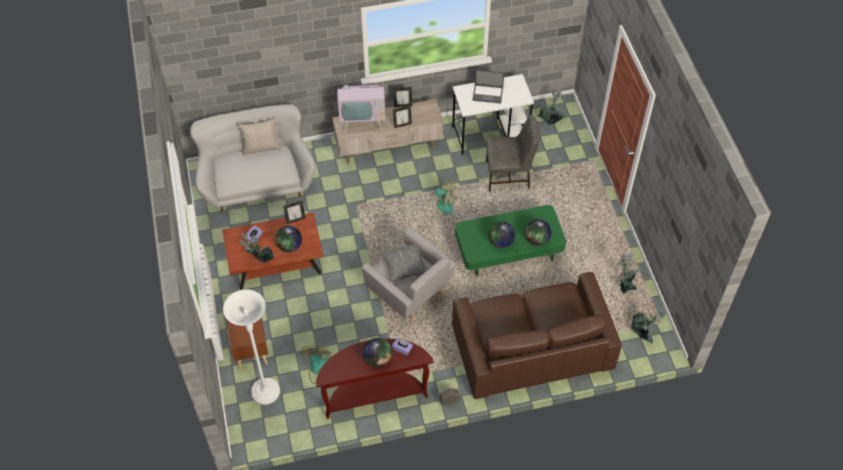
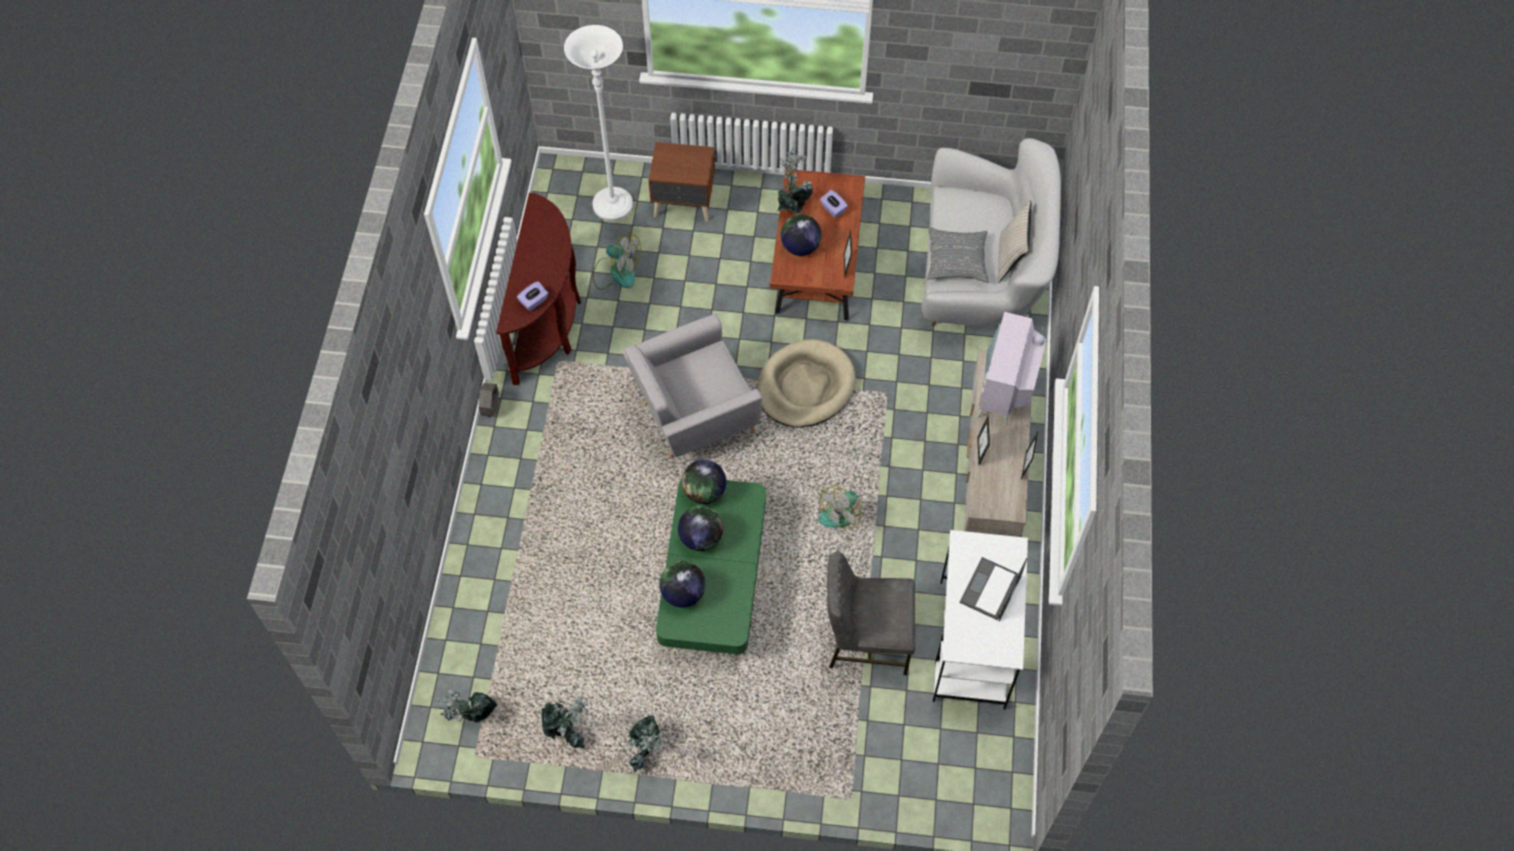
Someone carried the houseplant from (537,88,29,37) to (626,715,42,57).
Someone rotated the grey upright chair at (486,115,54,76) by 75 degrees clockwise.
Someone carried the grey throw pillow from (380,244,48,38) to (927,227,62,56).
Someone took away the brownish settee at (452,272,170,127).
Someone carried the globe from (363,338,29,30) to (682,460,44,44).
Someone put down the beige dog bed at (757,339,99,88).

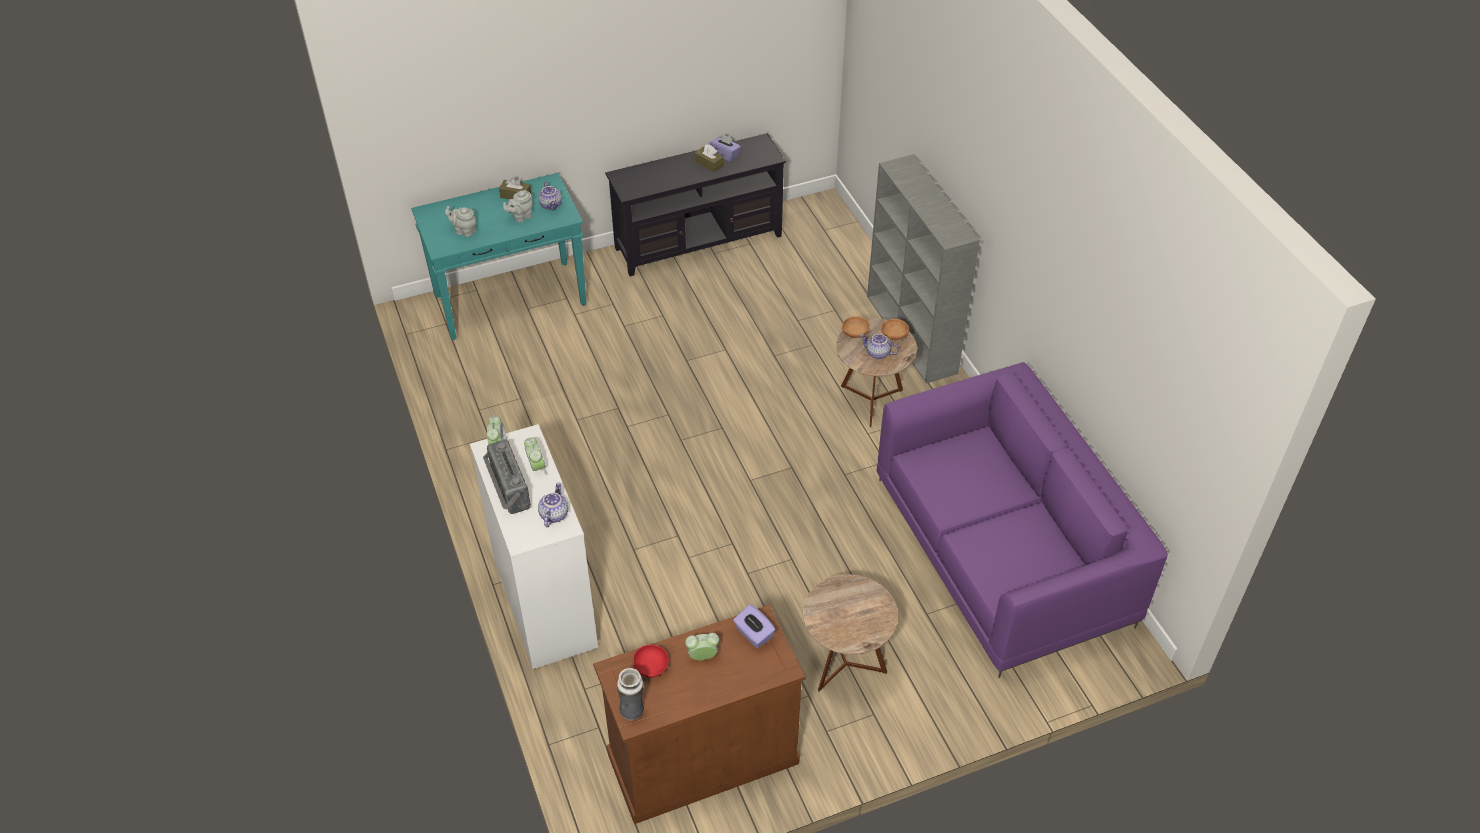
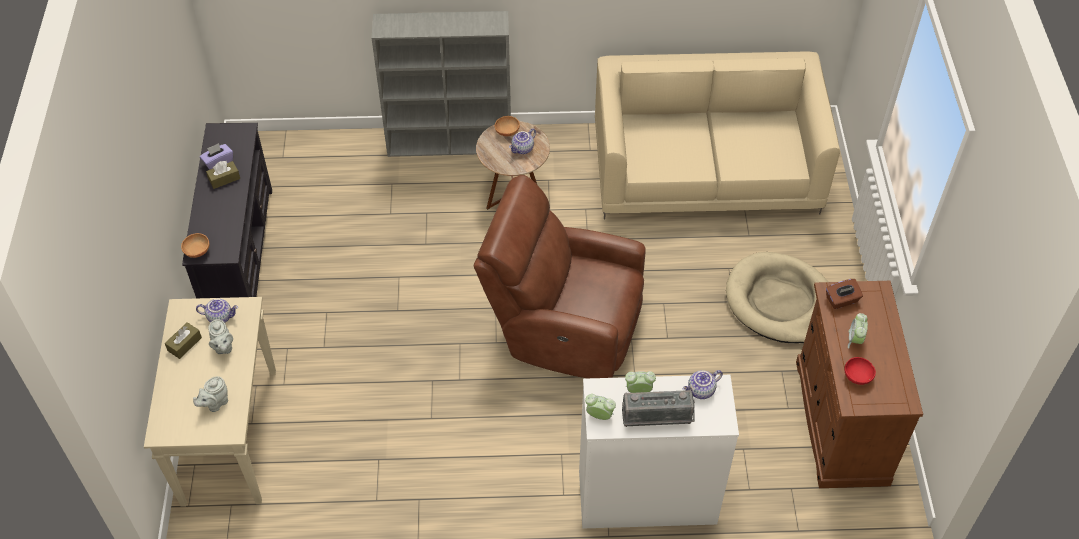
Someone repainted the blue-green hall table at (411,173,175,167), which became the beige hall table at (144,297,132,210).
Someone carried the brownish bowl from (842,316,28,22) to (181,233,28,25).
Someone repainted the purplish settee at (877,362,291,316), which became the beige settee at (595,51,245,169).
Someone rotated the pot for tea at (538,482,30,45) by 60 degrees counterclockwise.
Someone swapped the brownish accent table at (803,574,95,118) for the beige dog bed at (726,252,102,91).
Someone repainted the purplish tissue box at (733,605,43,43), which became the brownish tissue box at (826,279,37,30).
Someone took away the vase at (617,668,27,52).
Someone put down the brownish lounge chair at (474,175,172,203).

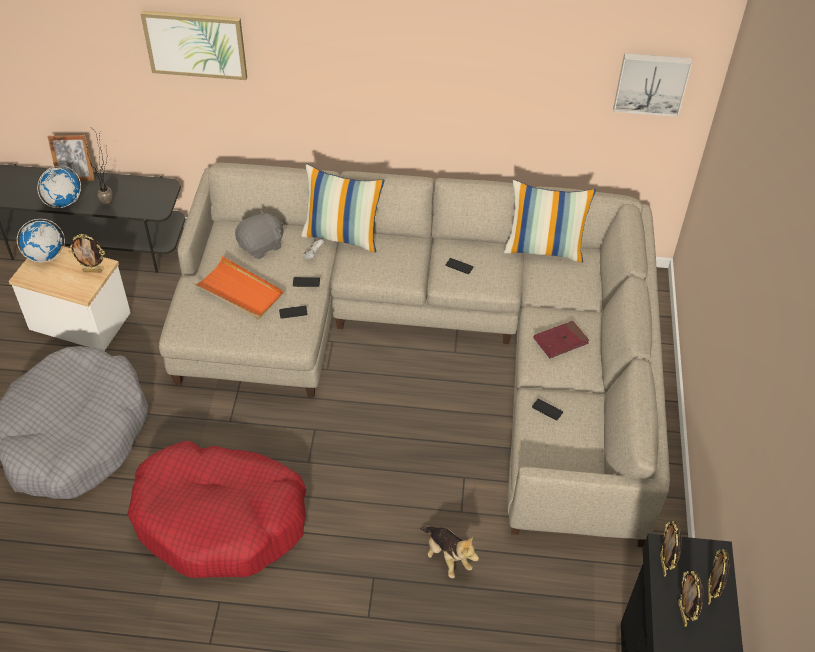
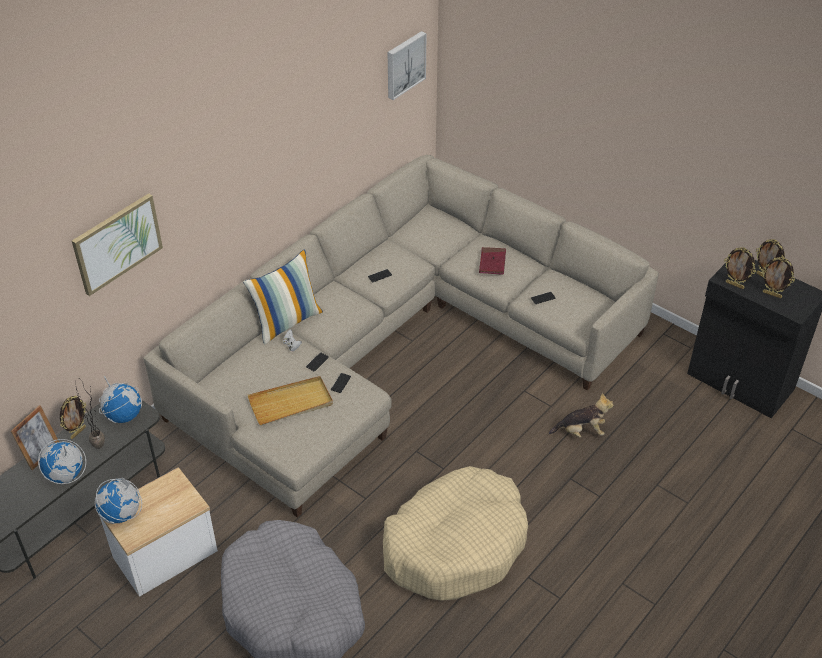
Someone took away the throw pillow at (504,180,92,83).
Someone took away the grey plush toy at (235,209,49,50).
Someone carried the picture frame from (69,234,36,38) to (60,396,26,43).
Someone repainted the orange-coloured serving tray at (193,256,91,63), which became the beige serving tray at (248,376,85,50).
Someone repainted the red-coloured dog bed at (127,441,179,137), which became the beige dog bed at (383,466,145,135).
Someone put down the globe at (99,376,43,47).

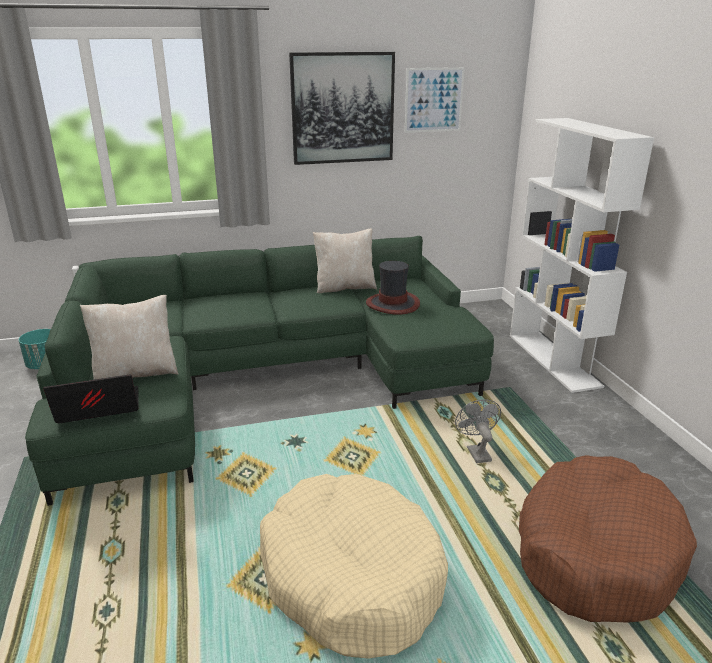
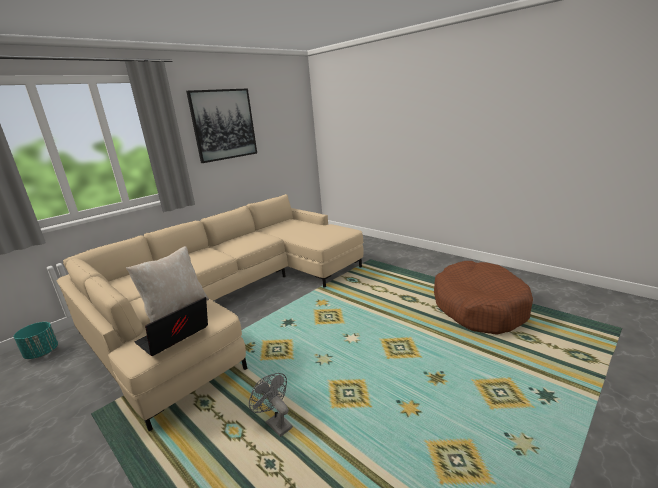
Someone took away the picture at (405,67,60,66).
Someone took away the white-coloured bookcase at (510,118,144,275).
Someone took away the beige throw pillow at (313,229,64,64).
Someone repainted the green settee at (25,236,469,270), which became the beige settee at (57,194,307,237).
Someone took away the clothing hat at (366,261,54,54).
Someone carried the grey fan from (455,399,46,64) to (249,373,44,64).
Someone took away the beige dog bed at (260,474,188,185).

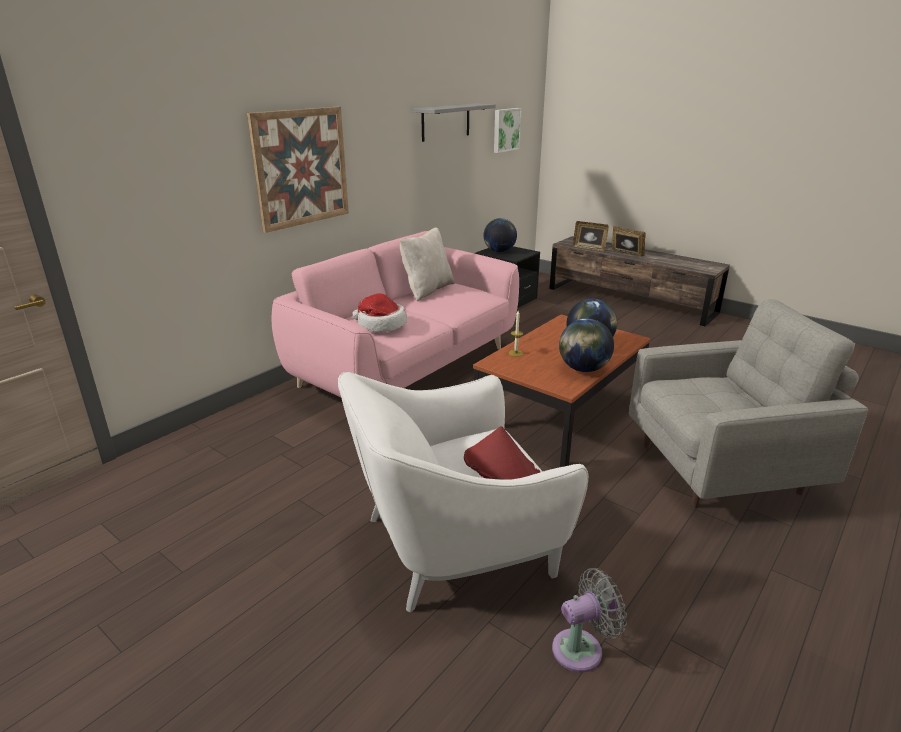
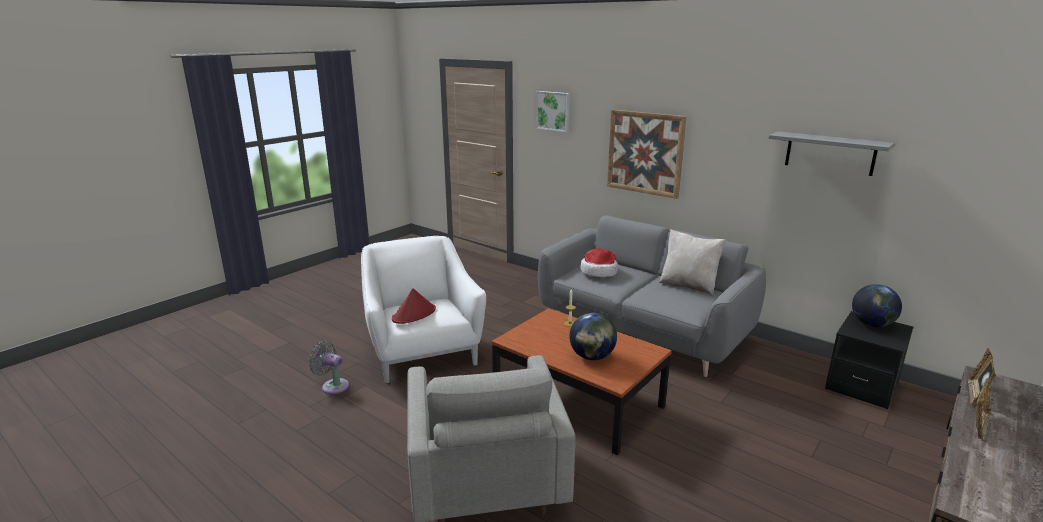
Someone carried the picture from (494,108,28,45) to (537,91,33,41).
Someone repainted the pinkish settee at (272,231,247,166), which became the grey settee at (538,215,228,162).
Someone took away the globe at (559,319,55,53).
Someone rotated the grey fan at (552,568,75,104) by 135 degrees clockwise.

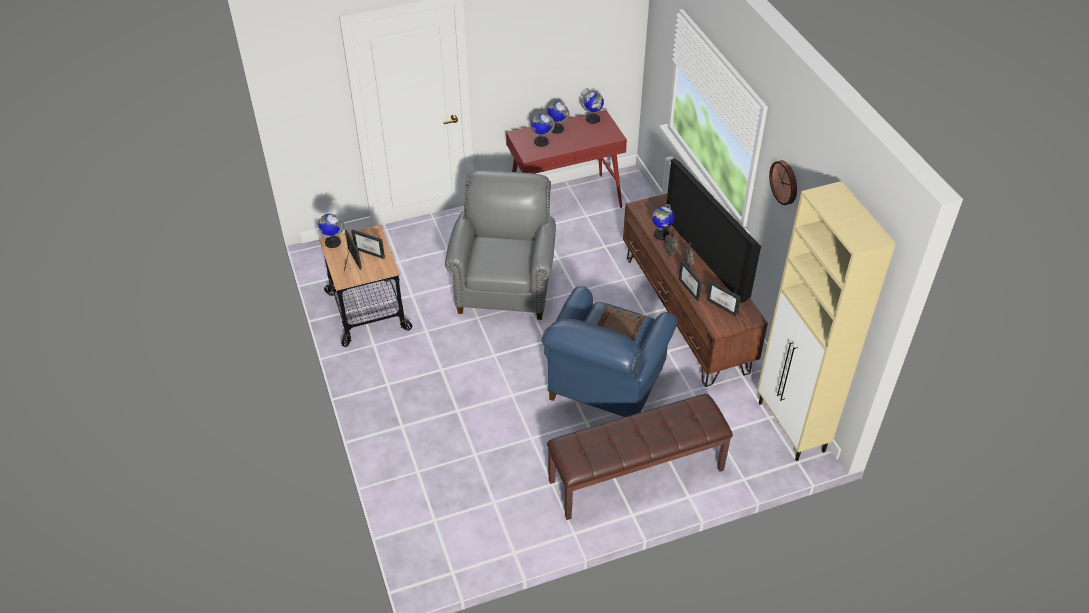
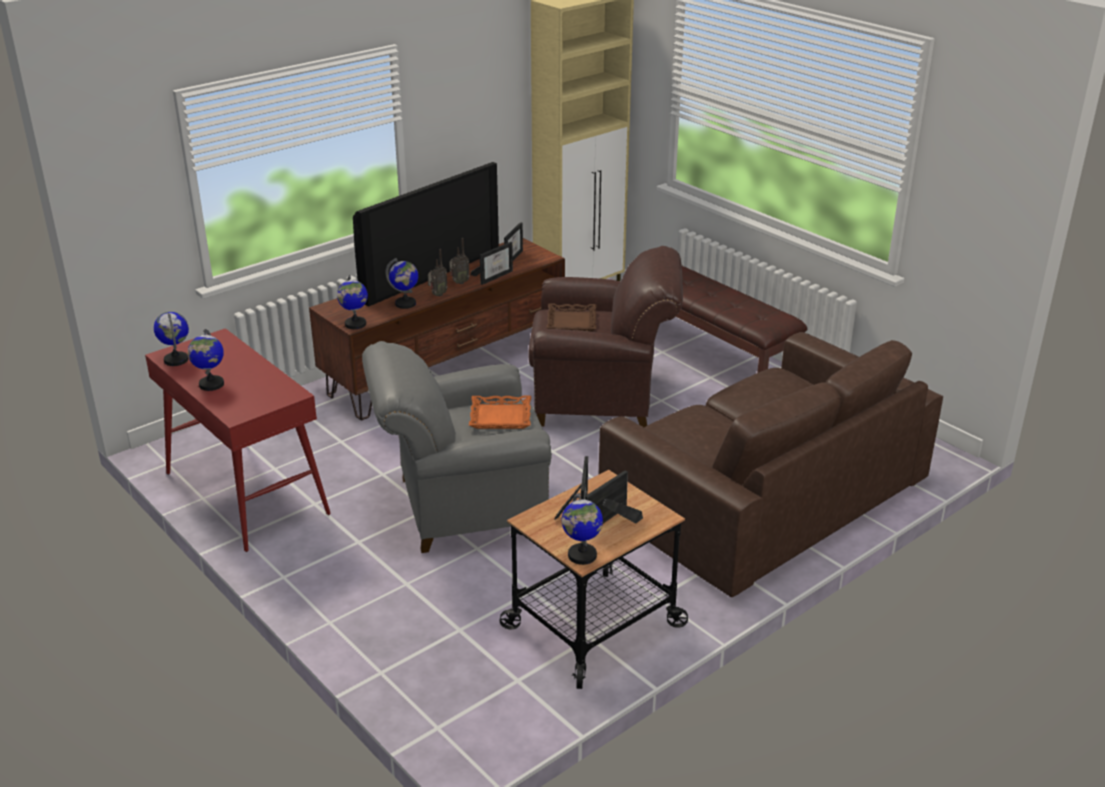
Someone carried the globe from (531,114,24,33) to (337,275,31,54).
Someone took away the hanging clock at (769,160,28,45).
Someone repainted the blue lounge chair at (542,286,136,131), which became the brownish lounge chair at (528,246,155,181).
Someone put down the brownish settee at (599,332,344,265).
Someone put down the orange-coloured serving tray at (469,396,62,33).

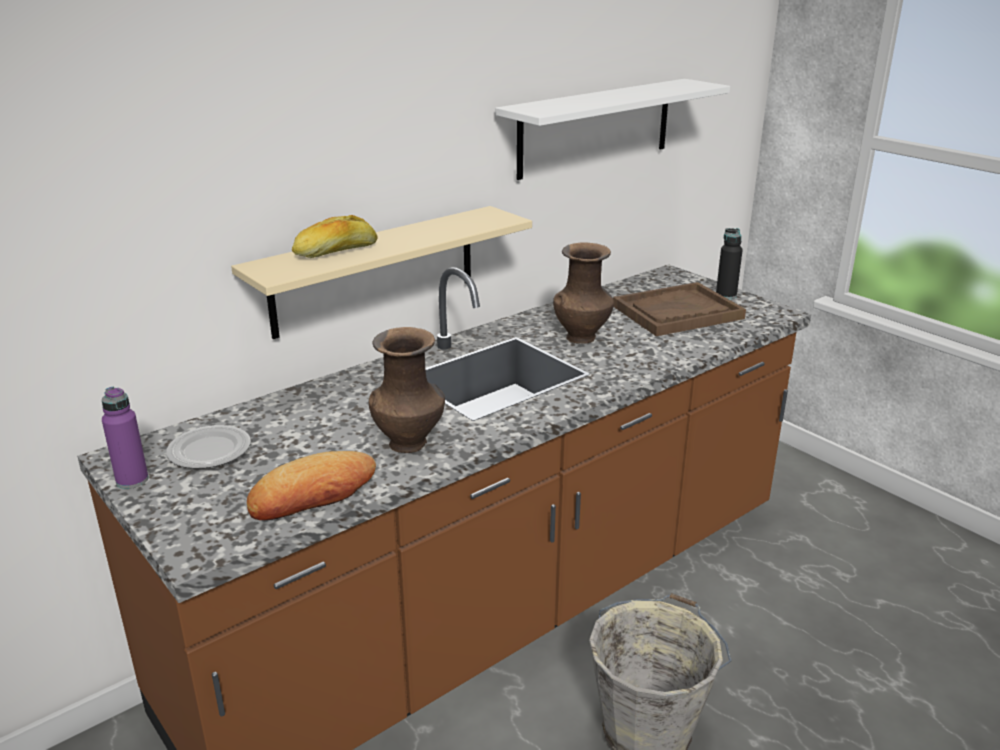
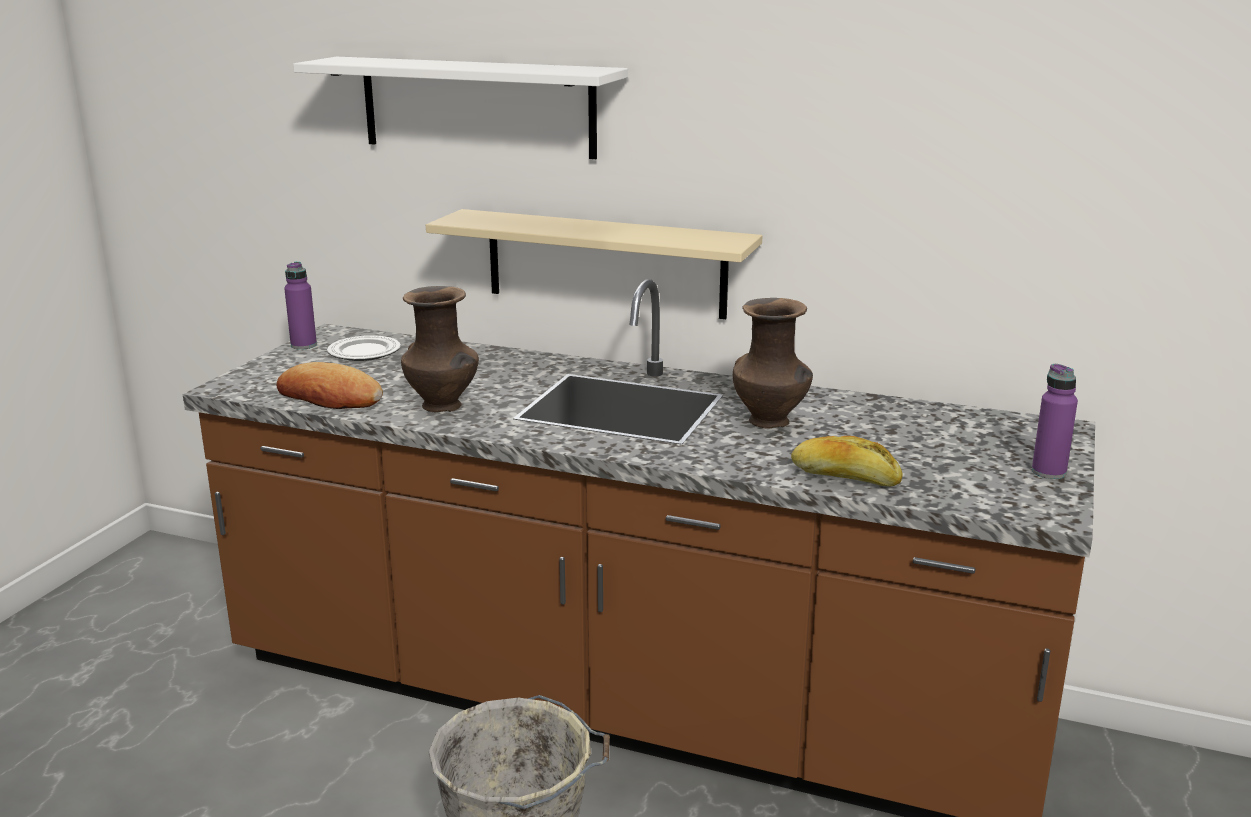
Someone carried the white-coloured wall shelf from (495,79,235,101) to (293,57,335,102).
Someone carried the bakery bread from (292,215,86,43) to (791,436,111,51).
Someone repainted the blackish drink bottle at (716,228,27,71), which became the purplish drink bottle at (1032,364,46,115).
Someone took away the brownish serving tray at (613,282,133,54).

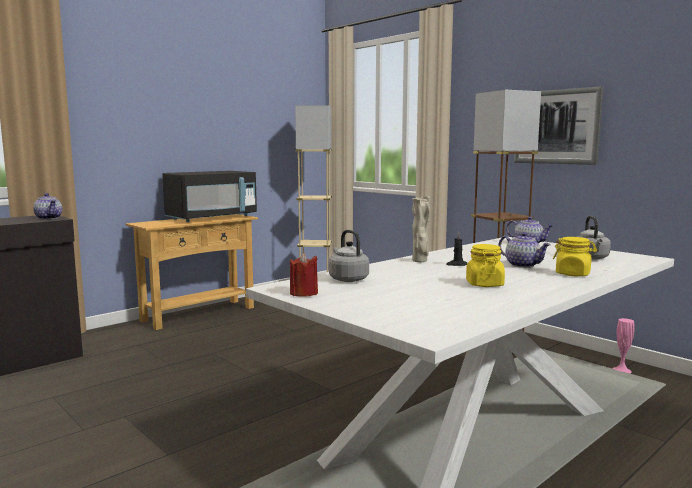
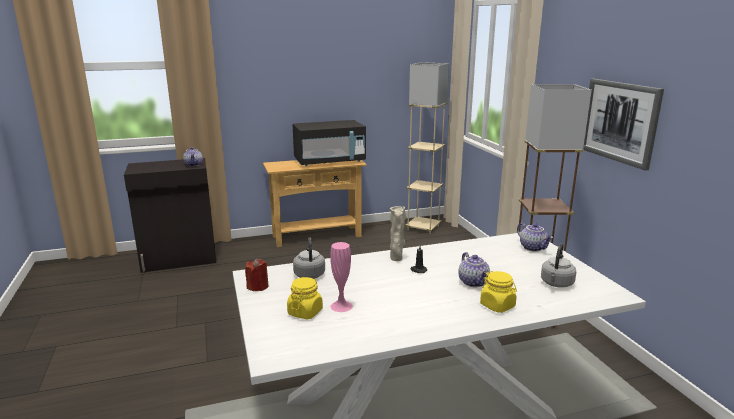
Someone carried the yellowish storage jar from (466,244,39,43) to (287,277,36,42).
Someone carried the pinkish vase from (612,318,23,55) to (330,242,23,70).

